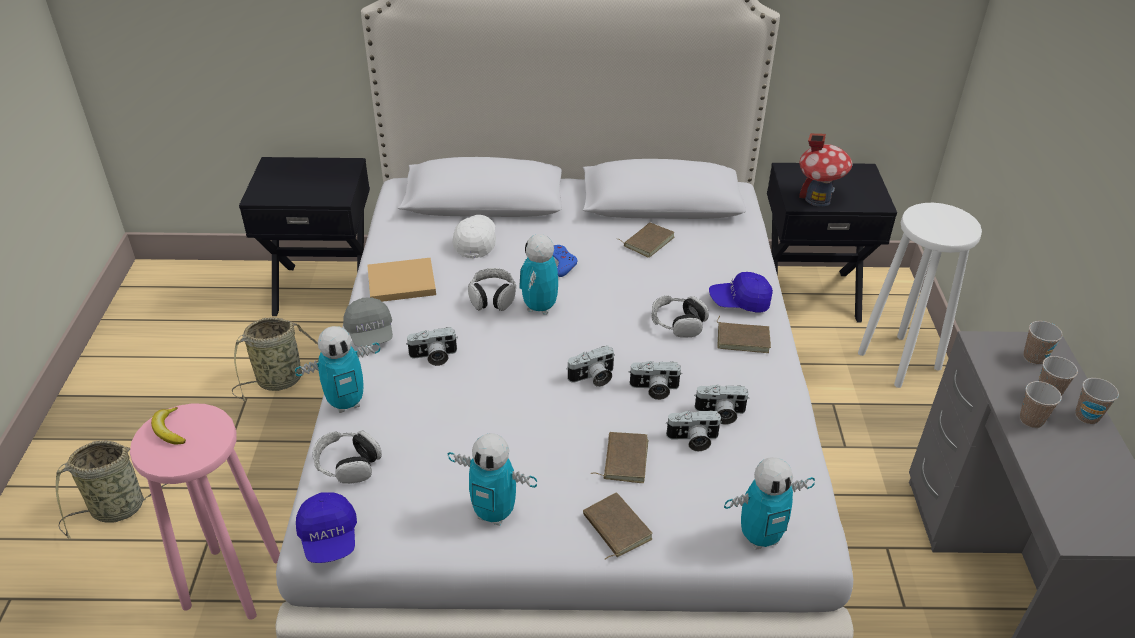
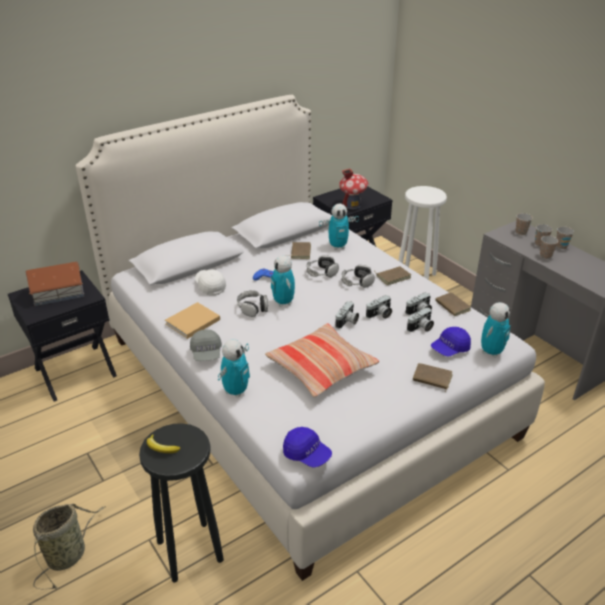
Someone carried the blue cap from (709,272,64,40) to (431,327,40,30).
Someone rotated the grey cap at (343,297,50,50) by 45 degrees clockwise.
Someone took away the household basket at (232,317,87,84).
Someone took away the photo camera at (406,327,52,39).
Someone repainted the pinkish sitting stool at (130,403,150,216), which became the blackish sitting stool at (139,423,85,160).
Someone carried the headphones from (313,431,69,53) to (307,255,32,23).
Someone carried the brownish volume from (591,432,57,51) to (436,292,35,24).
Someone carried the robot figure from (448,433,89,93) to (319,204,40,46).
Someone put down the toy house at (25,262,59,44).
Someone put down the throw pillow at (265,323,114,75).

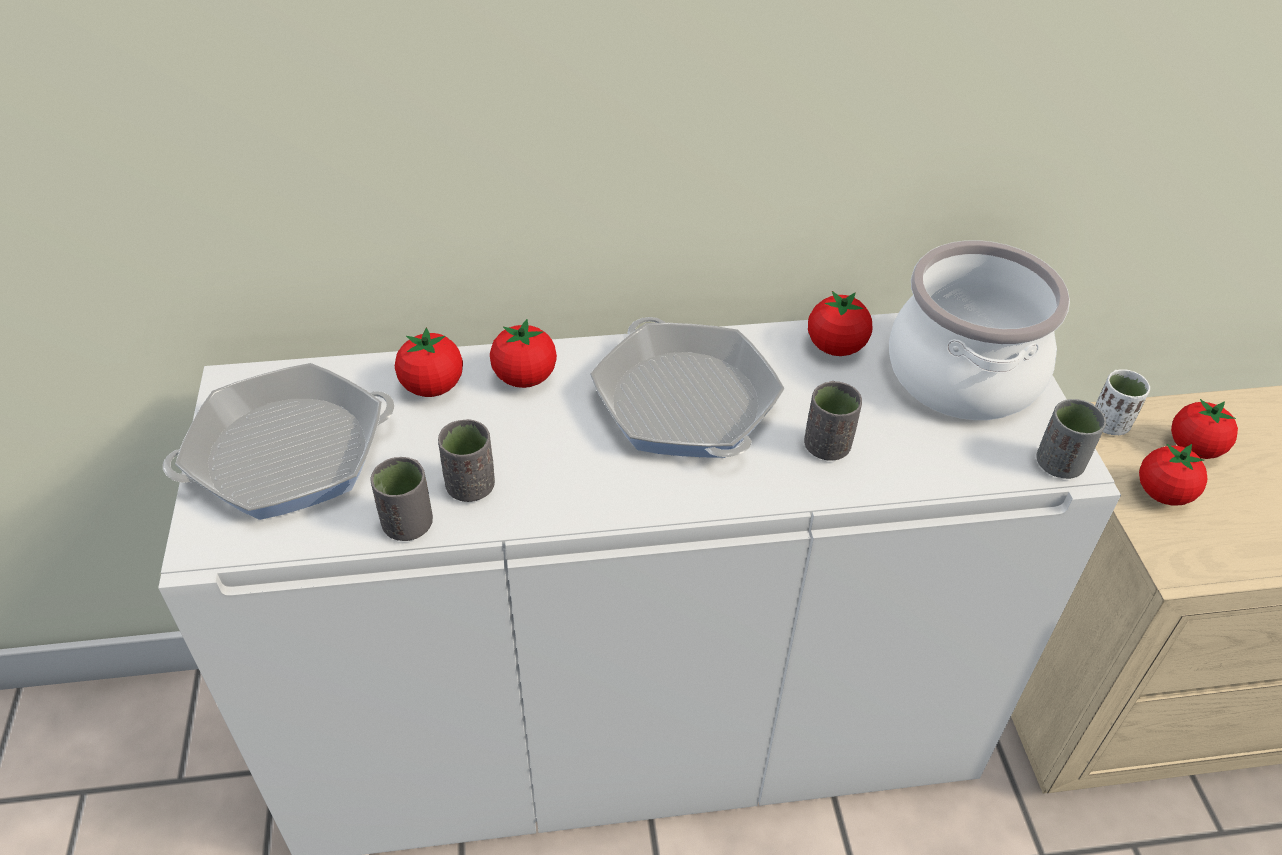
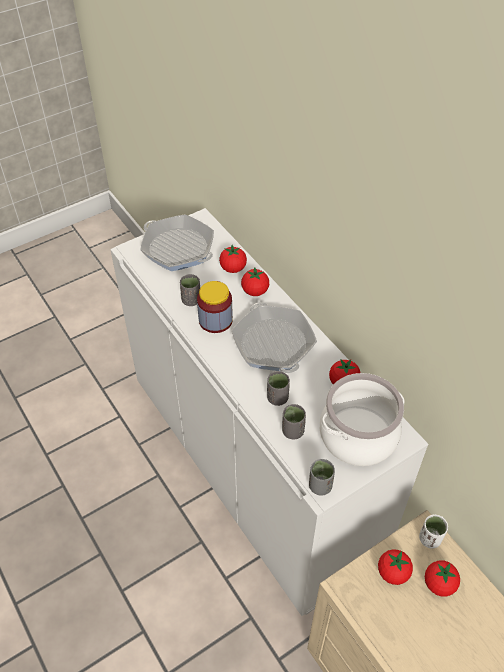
Someone rotated the pan at (590,317,195,141) by 60 degrees counterclockwise.
Someone carried the grey drinking cup from (371,457,62,84) to (282,404,24,36).
Someone put down the storage jar at (197,281,36,52).

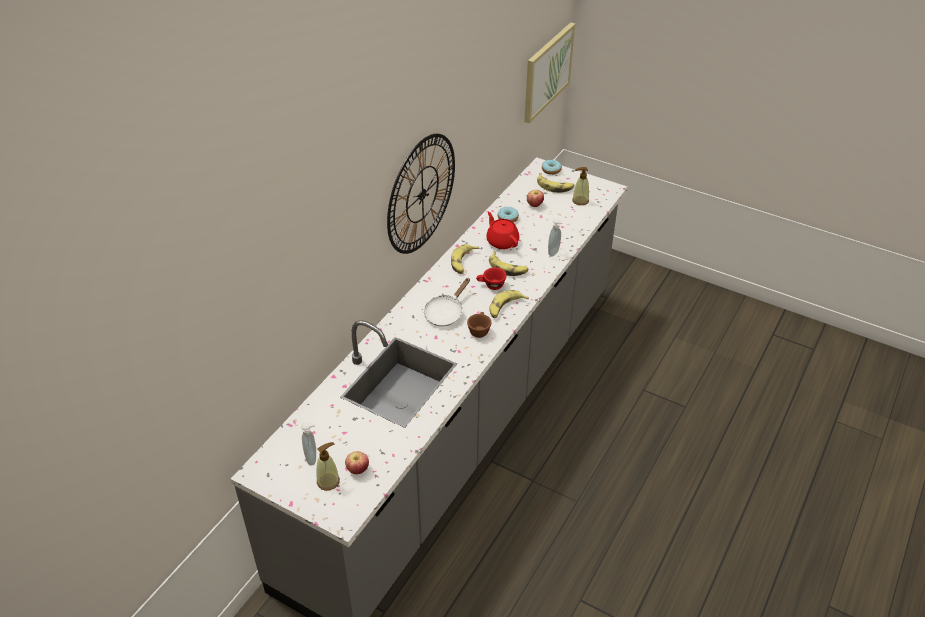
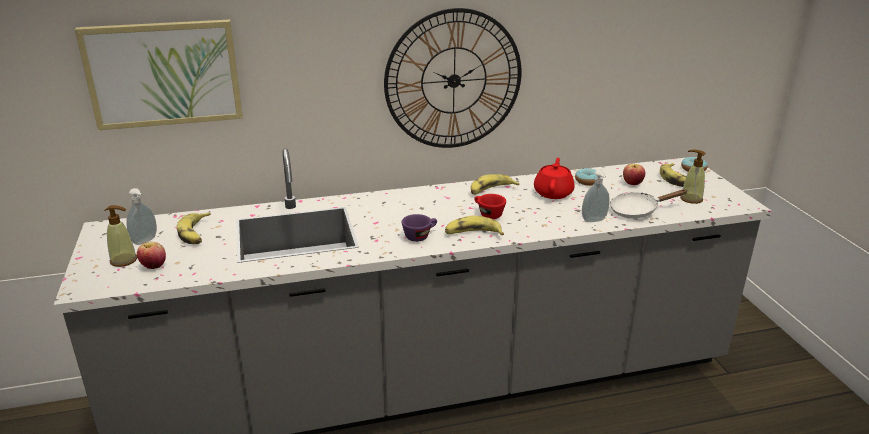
Someone carried the picture from (524,22,51,101) to (75,20,168,110).
Someone carried the whole banana from (489,251,40,25) to (177,212,34,32).
Someone carried the white-coloured pan from (424,278,46,49) to (610,189,78,30).
Someone repainted the brownish drinking cup at (467,312,24,26), which became the purplish drinking cup at (402,214,35,28).

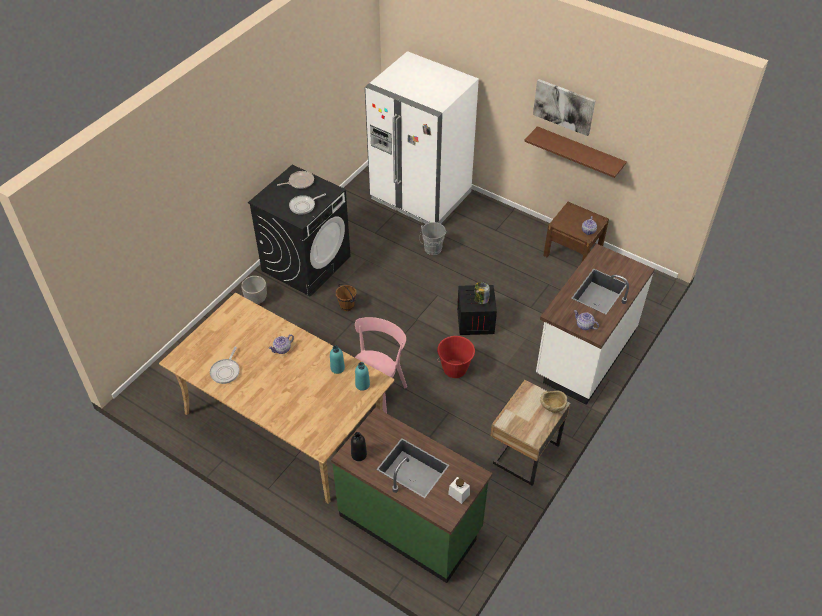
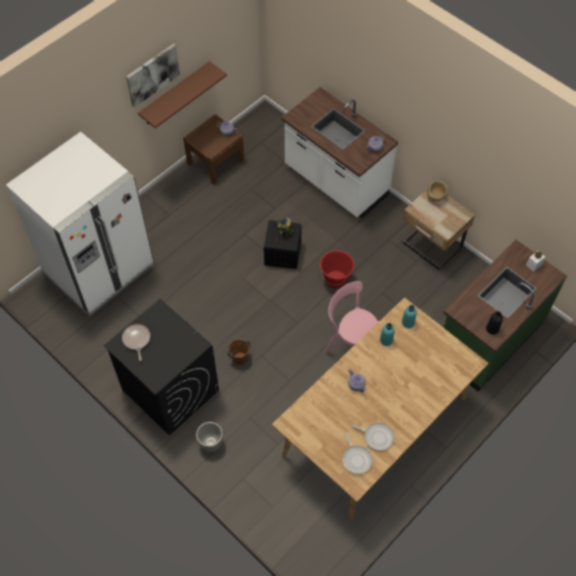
Someone carried the pan from (289,193,37,22) to (343,432,29,42).
Someone took away the grey bucket at (419,222,27,33).

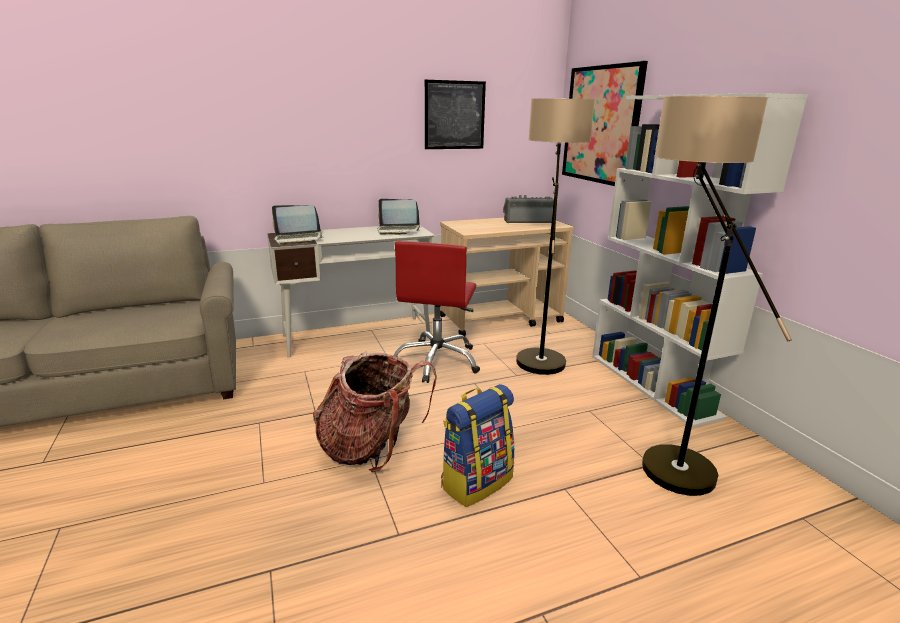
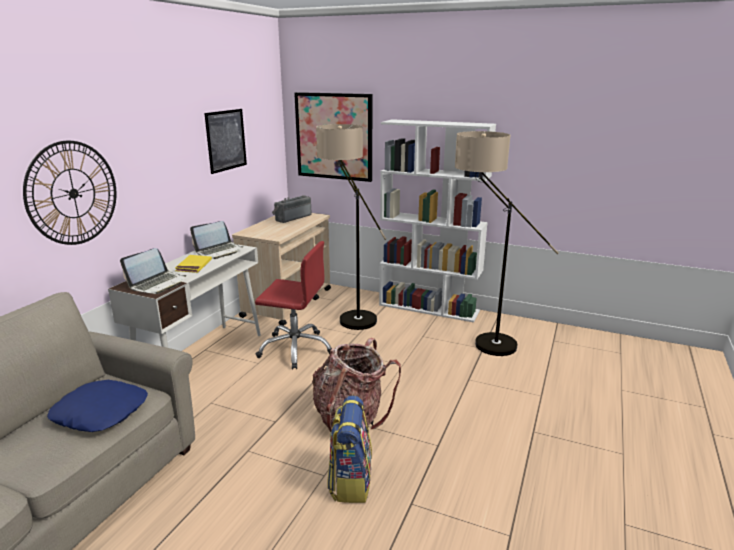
Someone rotated the red-coloured office chair at (394,241,86,142) by 45 degrees counterclockwise.
Someone carried the knapsack from (441,384,73,123) to (327,396,45,107).
Someone put up the hanging clock at (23,141,93,104).
Someone put down the yellowish volume at (175,255,37,18).
Someone put down the blue throw pillow at (47,380,101,52).

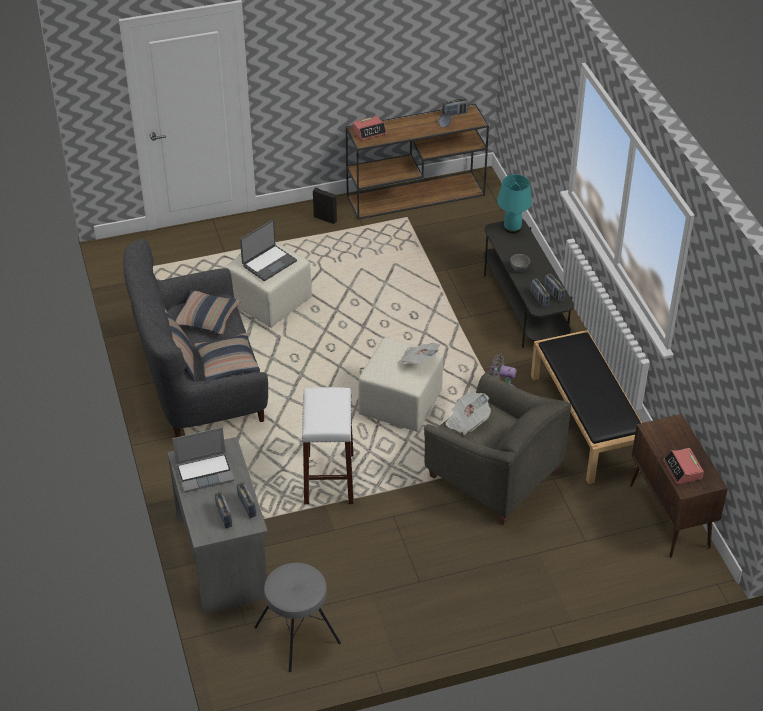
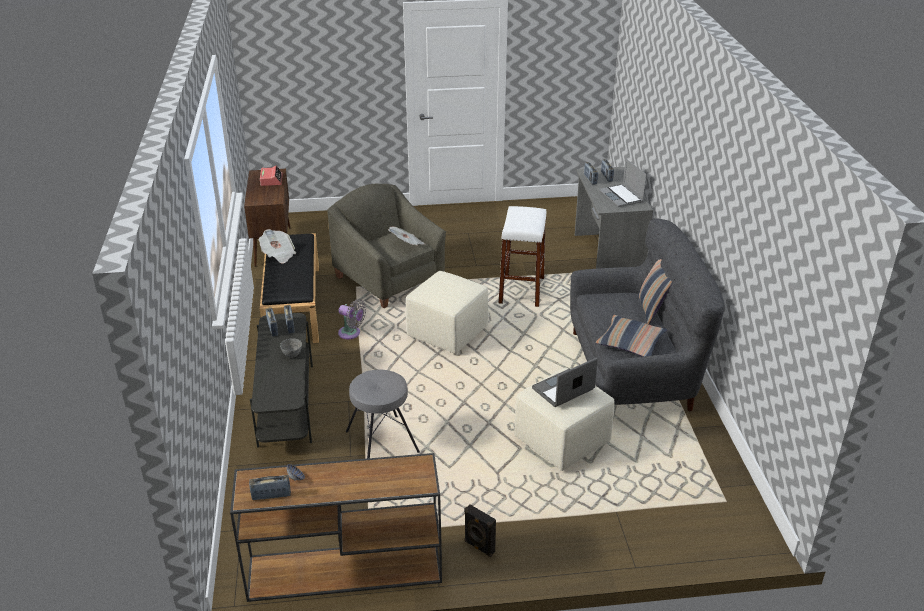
Someone took away the alarm clock at (353,116,34,24).
Someone took away the blue-green lamp for a table at (497,174,35,60).
Someone took away the throw pillow at (194,333,66,47).
Someone carried the daily paper from (399,343,41,21) to (259,229,37,34).
Someone rotated the laptop at (173,427,61,65) by 105 degrees counterclockwise.
Someone carried the grey sitting stool from (254,563,87,109) to (346,369,74,89).

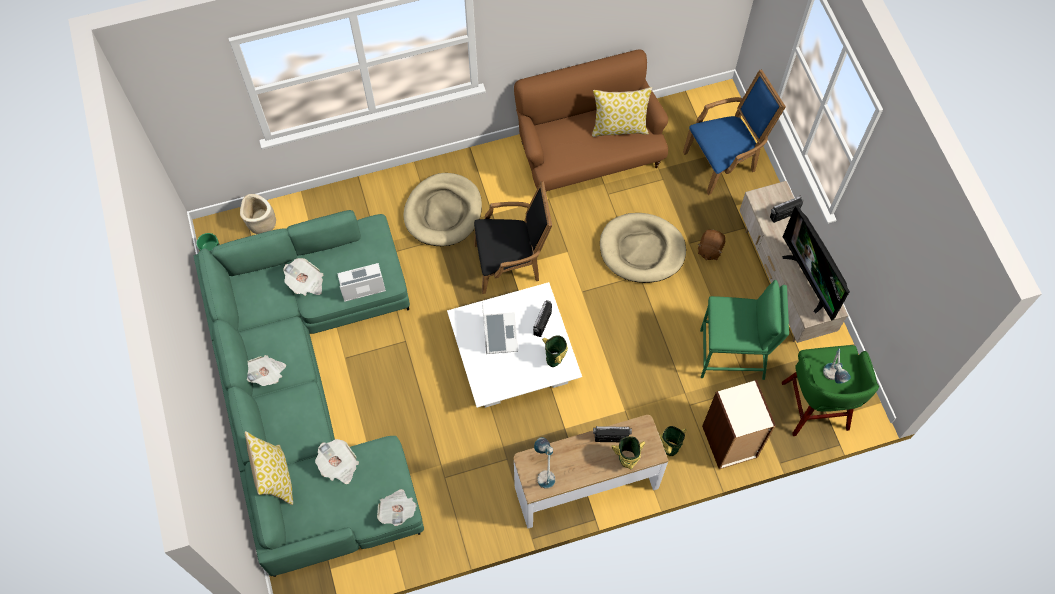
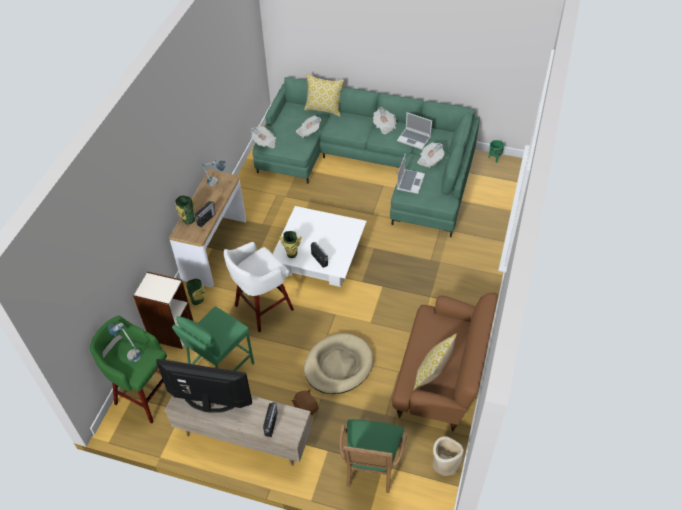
Someone repainted the blue lounge chair at (683,69,103,126), which became the green lounge chair at (340,419,67,74).
Someone took away the beige dog bed at (404,173,78,73).
Someone took away the blackish lounge chair at (474,181,78,113).
Someone carried the beige planter from (240,194,36,40) to (433,436,31,40).
Someone carried the laptop from (482,302,36,52) to (397,112,35,38).
Someone put down the white-coloured sitting stool at (224,242,70,90).

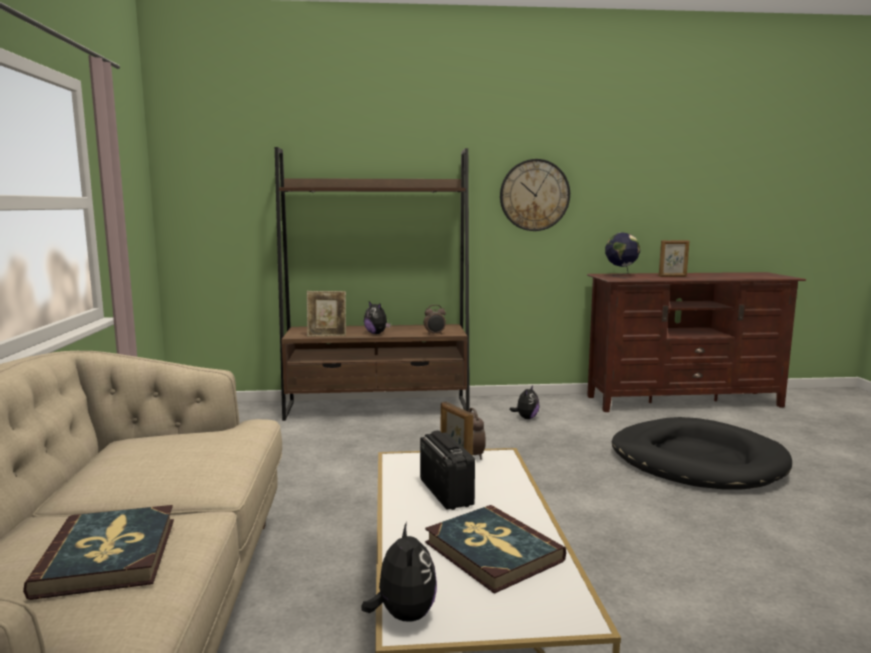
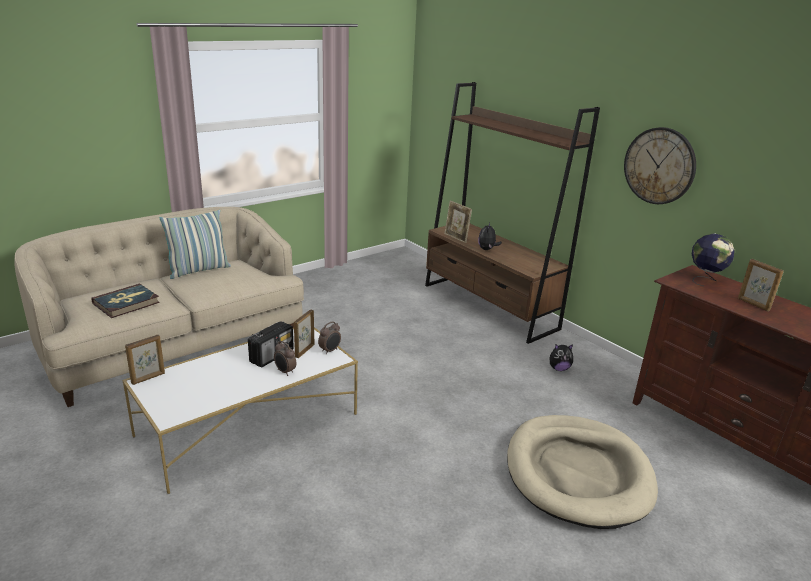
Someone carried the alarm clock from (424,305,22,30) to (274,341,22,35).
Someone repainted the blackish dog bed at (612,417,180,72), which became the beige dog bed at (507,415,151,114).
Someone took away the volume at (425,505,141,89).
Someone swapped the plush toy at (361,522,76,100) for the picture frame at (125,335,40,50).
Someone put down the throw pillow at (160,210,71,69).

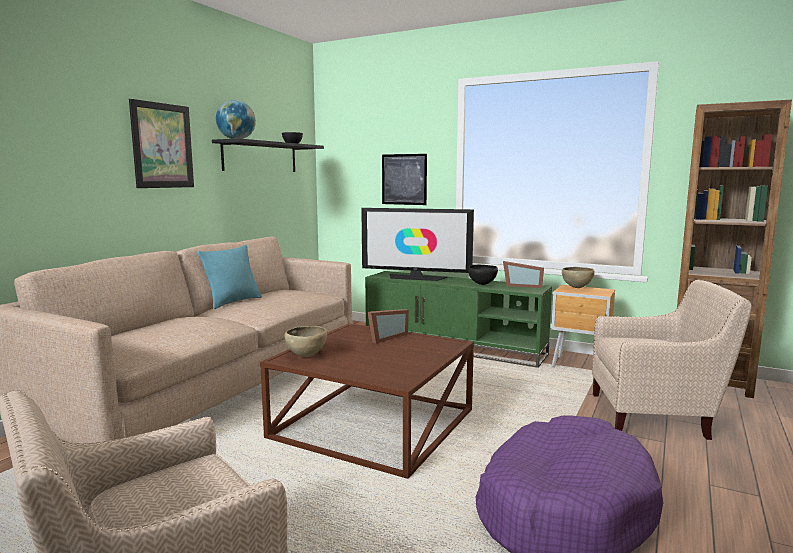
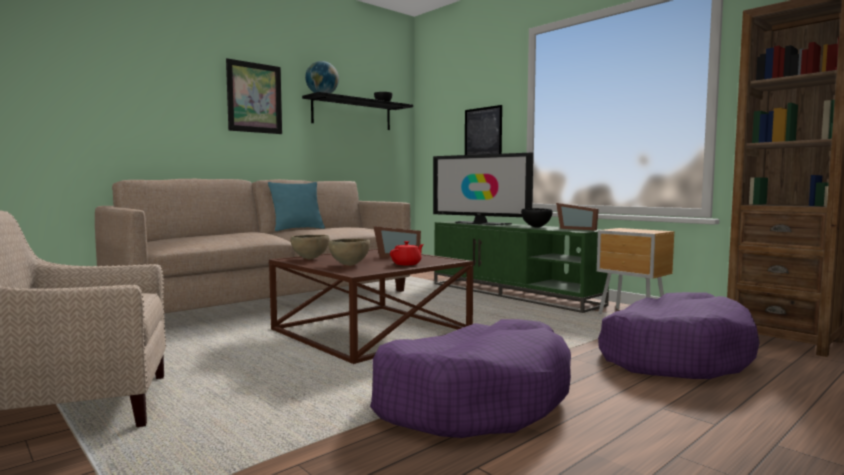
Someone carried the brownish bowl from (562,267,33,21) to (328,239,42,27).
Someone swapped the beige lounge chair at (592,280,160,160) for the purplish dog bed at (598,292,161,87).
Someone put down the red-coloured pot for tea at (390,241,34,24).

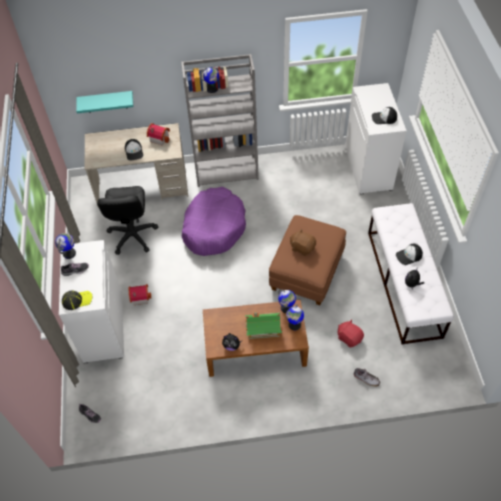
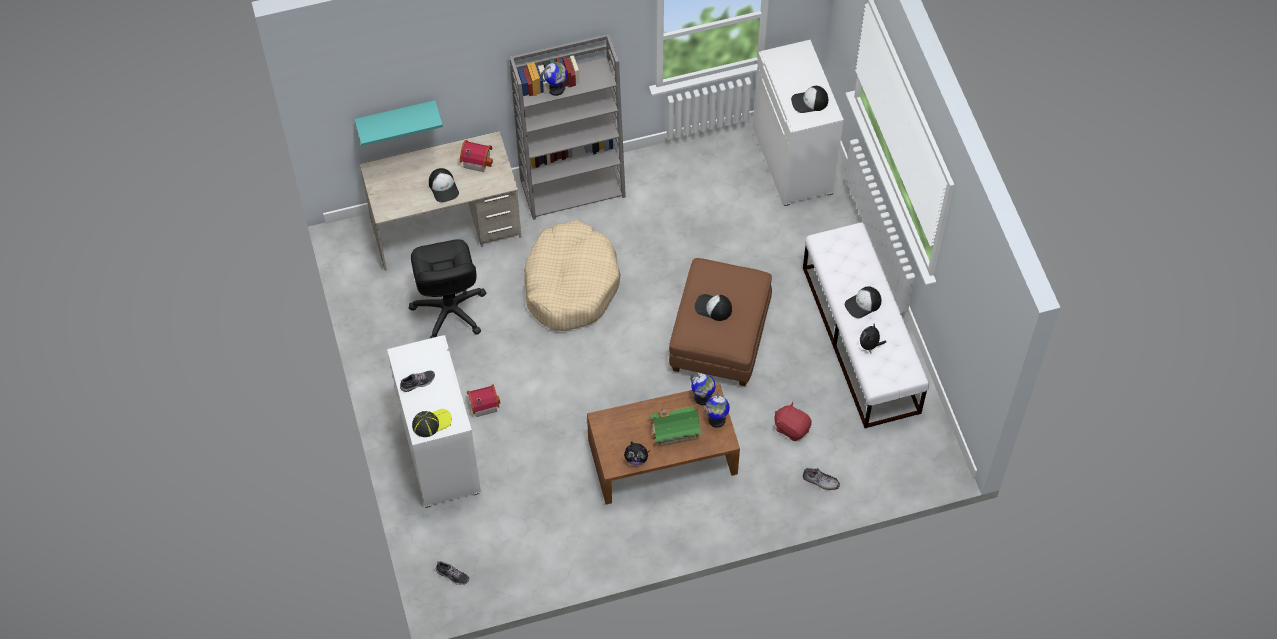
Someone repainted the purplish dog bed at (182,187,64,69), which became the beige dog bed at (524,220,97,111).
Someone swapped the brownish plush toy at (290,228,26,28) for the cap at (694,294,38,27).
Someone took away the globe at (55,233,21,26).

